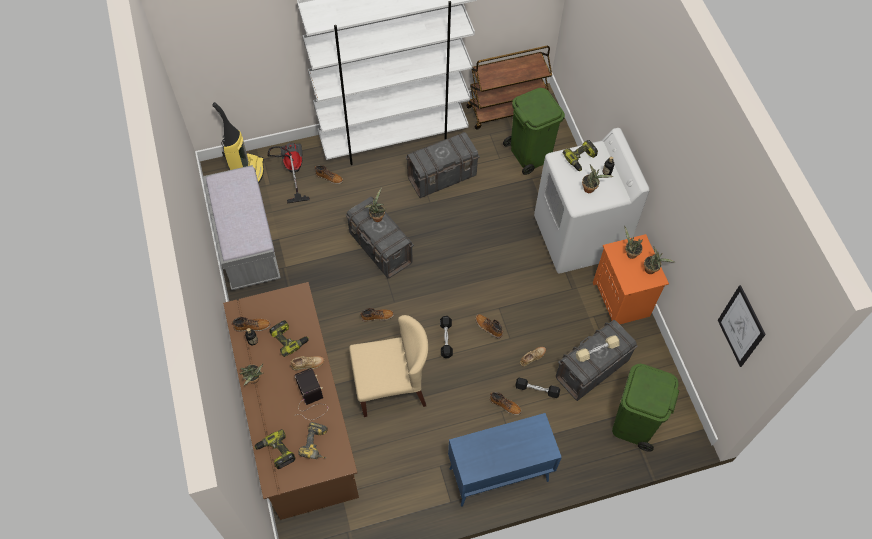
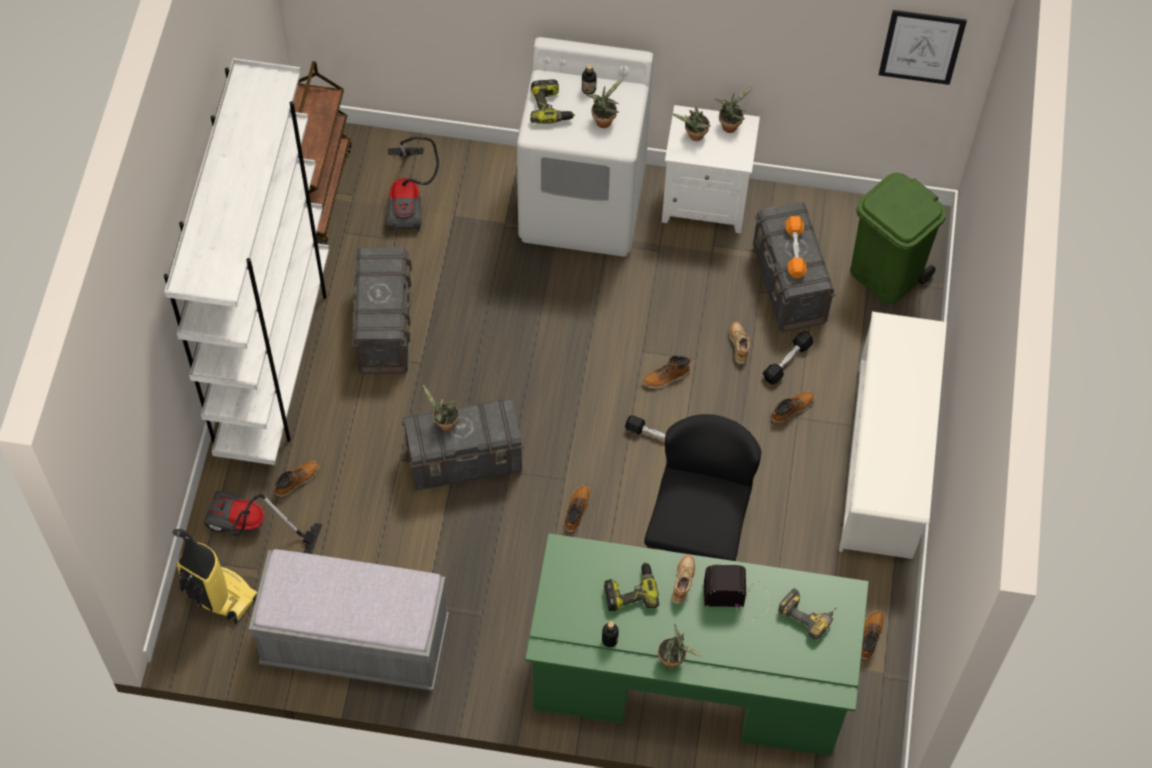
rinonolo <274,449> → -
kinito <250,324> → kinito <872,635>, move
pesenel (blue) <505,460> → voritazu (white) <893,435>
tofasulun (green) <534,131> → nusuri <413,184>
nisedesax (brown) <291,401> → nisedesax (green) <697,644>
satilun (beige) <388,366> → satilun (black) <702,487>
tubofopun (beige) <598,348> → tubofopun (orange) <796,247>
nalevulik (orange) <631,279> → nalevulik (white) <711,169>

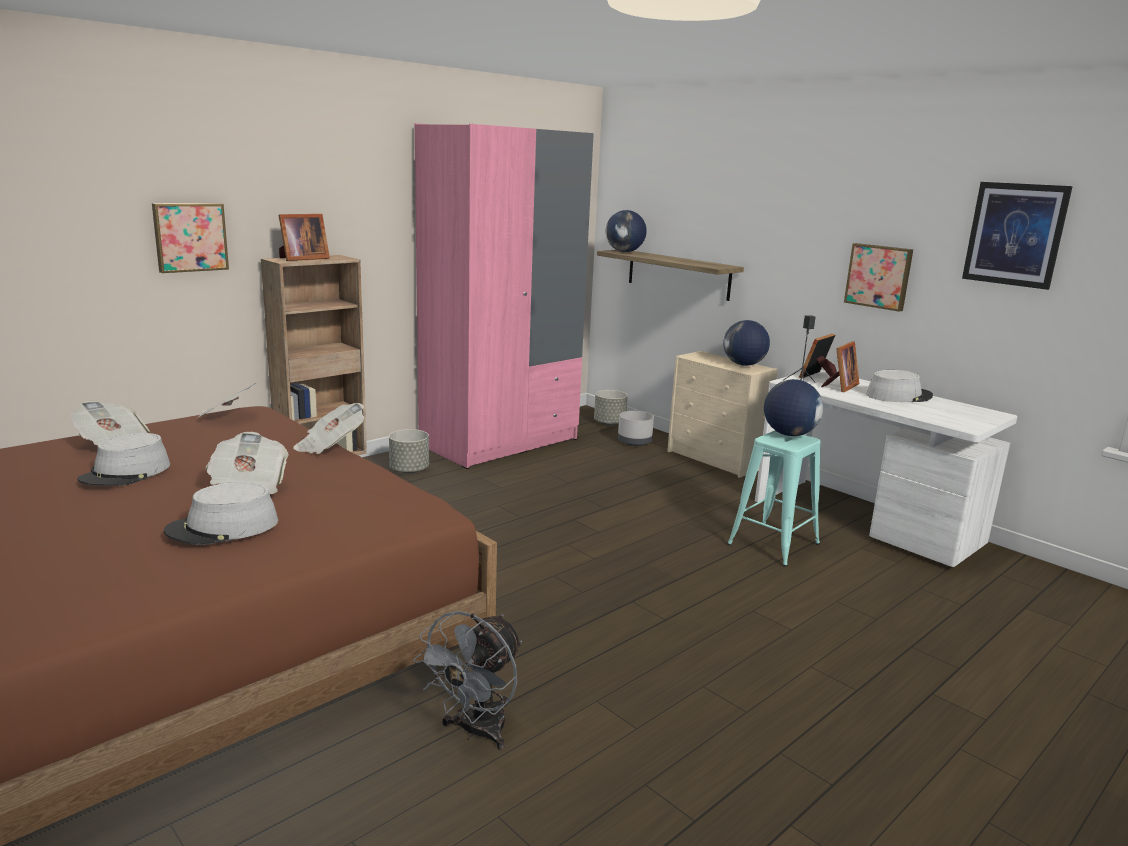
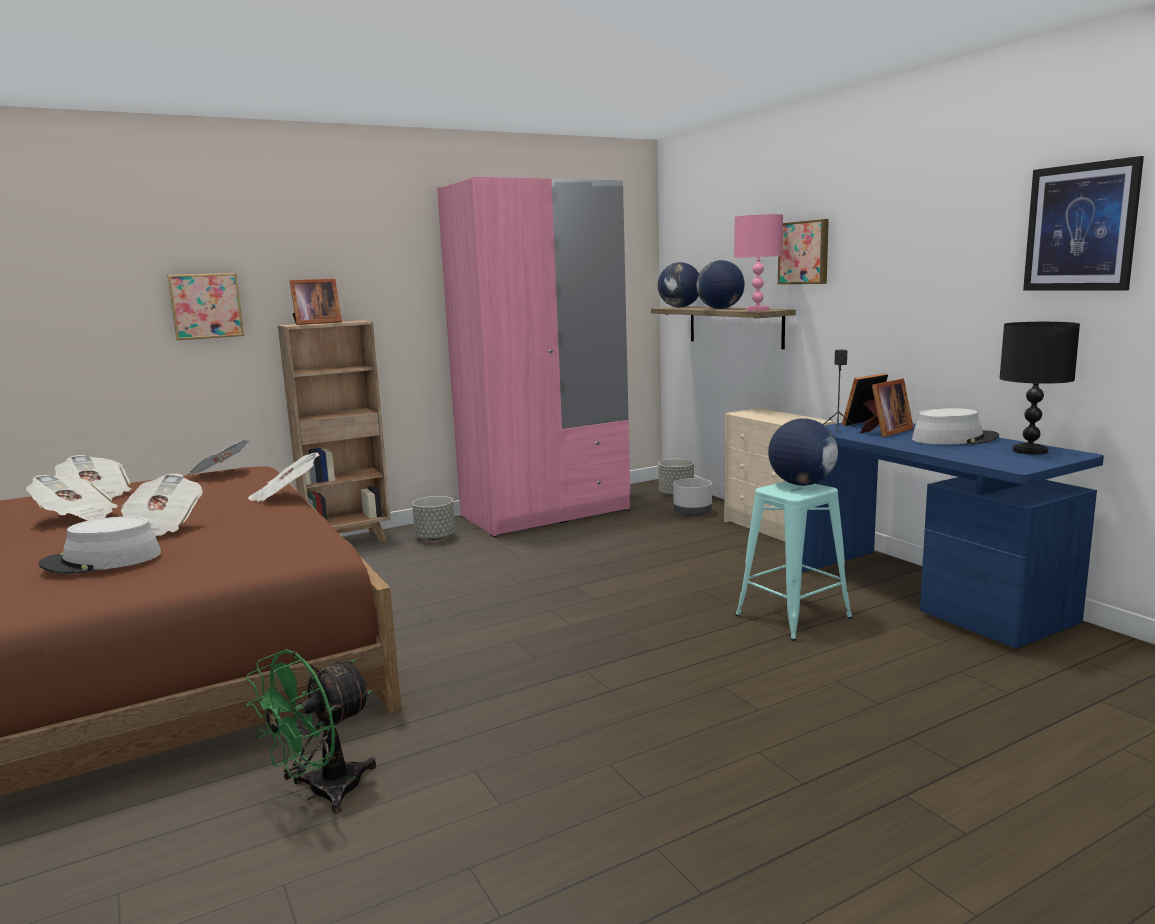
- → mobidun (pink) <758,262>
- → mobidun (black) <1039,388>
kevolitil <746,343> → kevolitil <720,284>, move
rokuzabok <878,277> → rokuzabok <803,251>, move
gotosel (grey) <123,459> → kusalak <72,498>
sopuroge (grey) <467,680> → sopuroge (green) <311,731>
nisedesax (white) <886,468> → nisedesax (blue) <953,534>

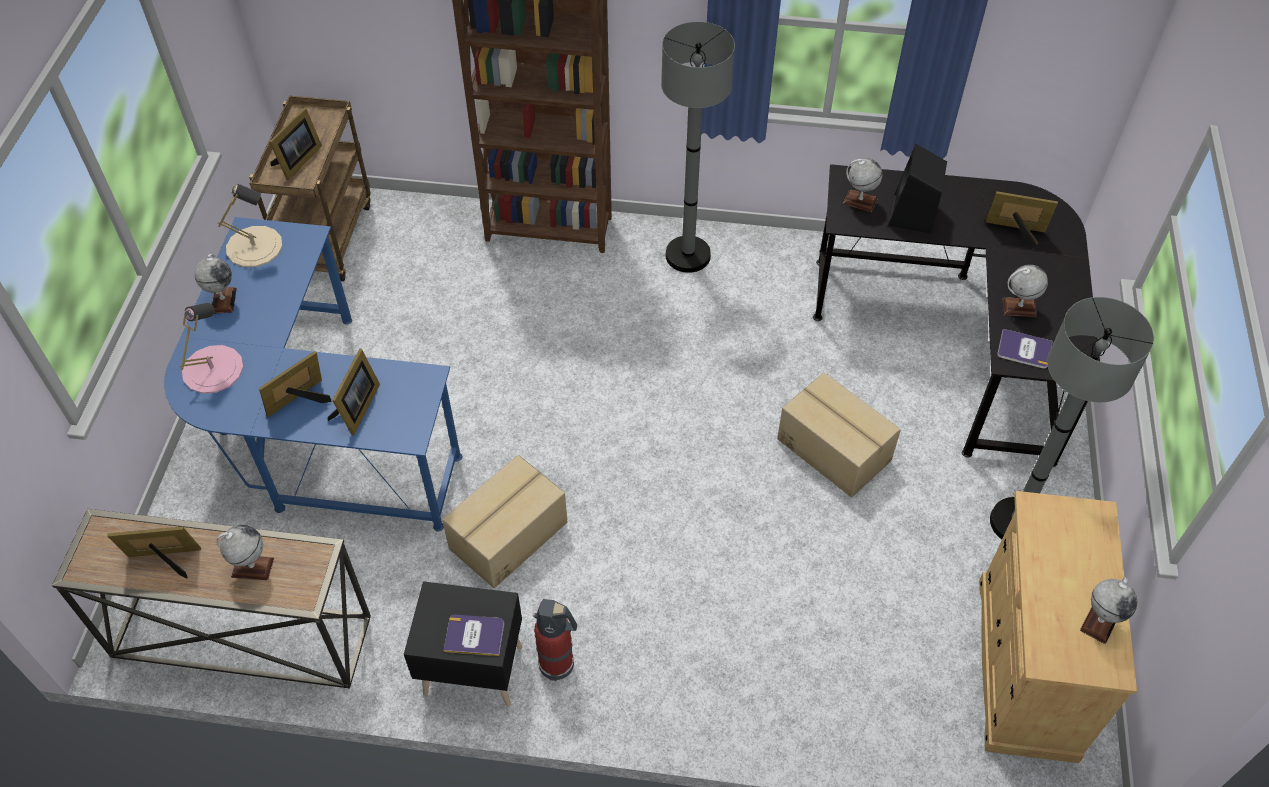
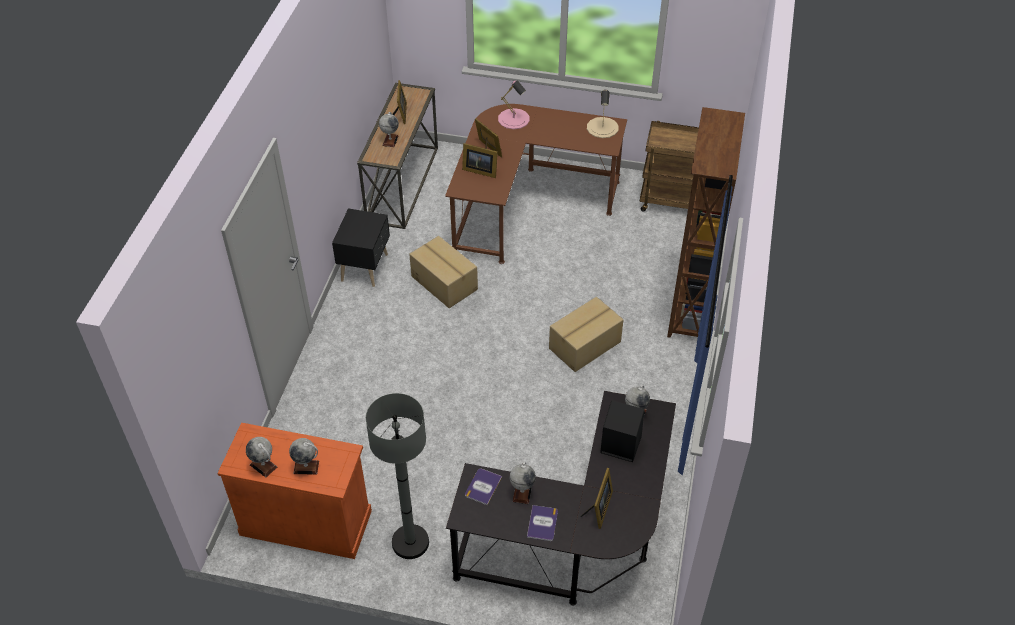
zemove <295,143> → -
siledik <555,640> → -
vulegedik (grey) <698,147> → -
kevolitil <216,283> → kevolitil <304,456>, move
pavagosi <474,635> → pavagosi <542,523>, move
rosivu <839,435> → rosivu <586,334>, move
nisedesax (blue) <313,374> → nisedesax (brown) <536,184>
pesenel (beige) <1058,627> → pesenel (orange) <294,491>

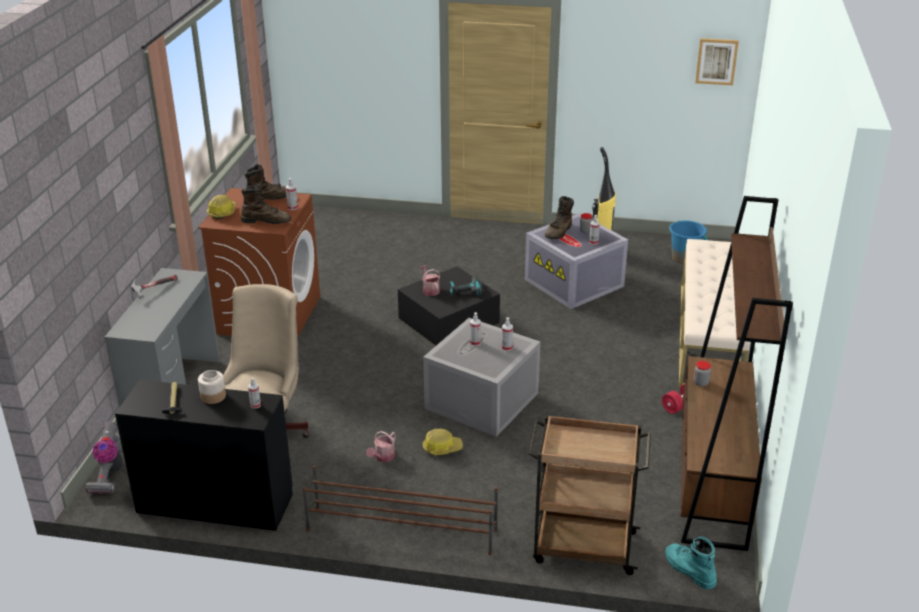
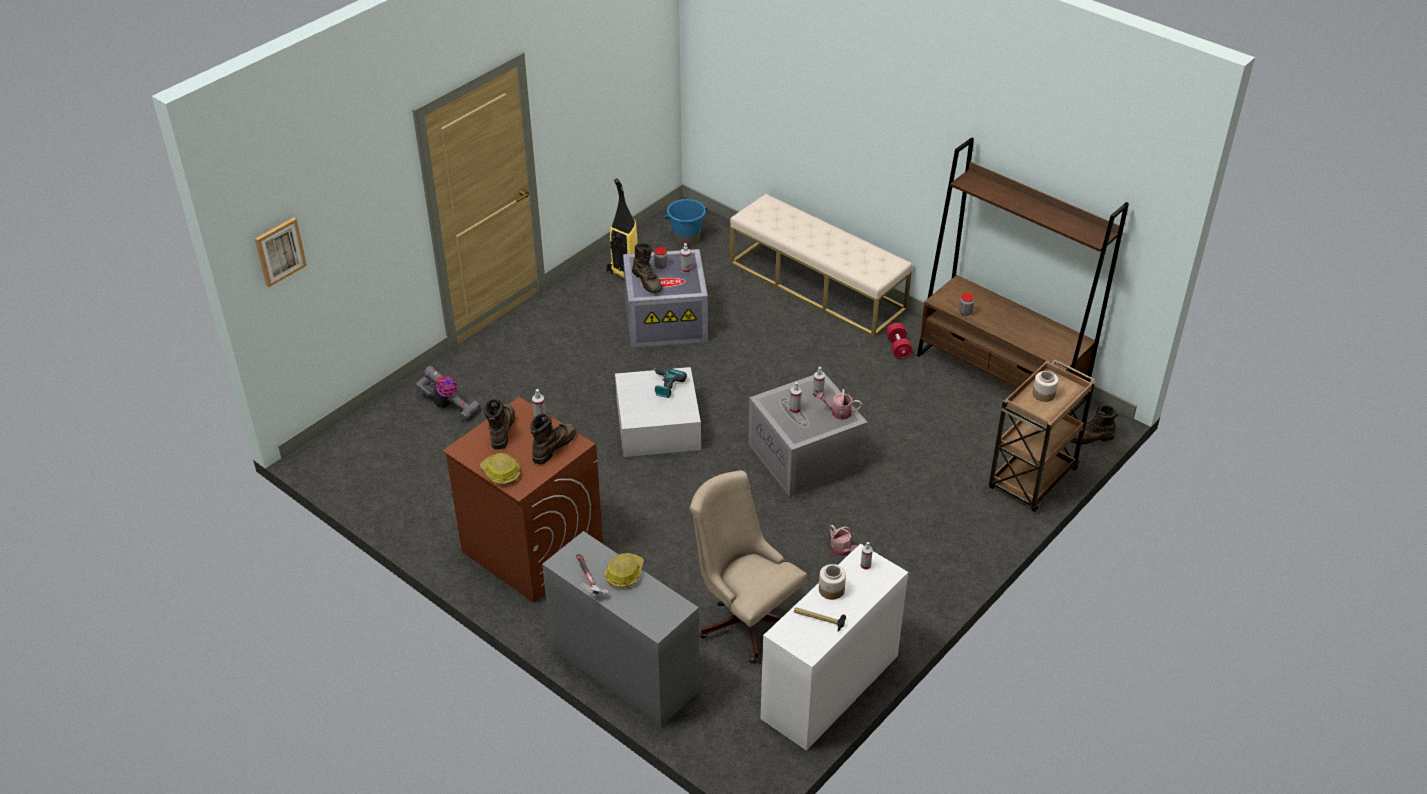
voritazu (brown) <400,510> → -
- → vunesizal <1045,386>
nusuri <104,458> → nusuri <447,393>, move
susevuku <430,280> → susevuku <839,404>, move
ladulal <443,442> → ladulal <624,570>, move
rokuzabok <717,61> → rokuzabok <281,252>, move
nisedesax (black) <204,455> → nisedesax (white) <834,647>
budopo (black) <449,306> → budopo (white) <658,412>
kinito (turquoise) <691,562> → kinito (brown) <1094,424>

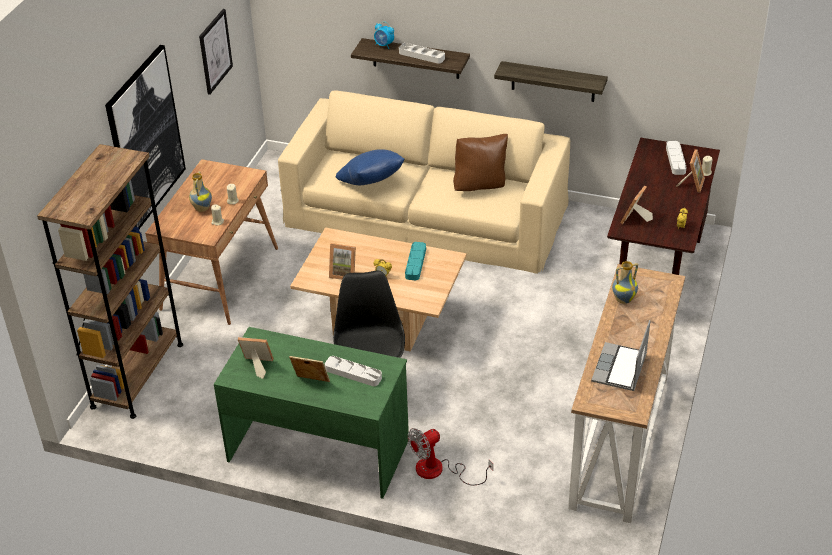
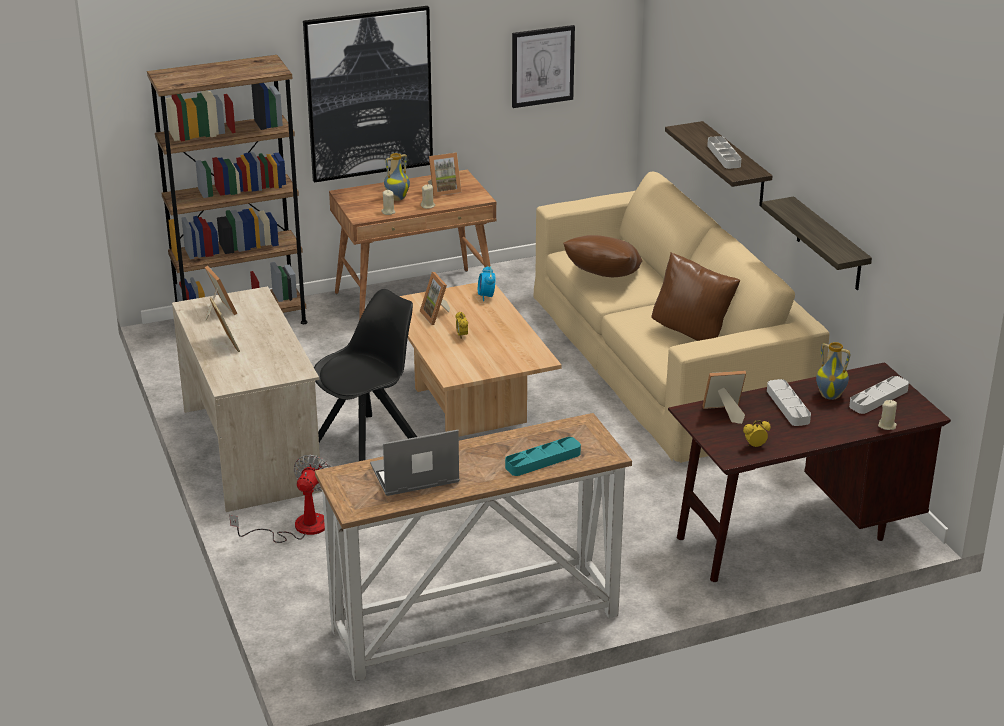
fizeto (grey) <353,371> → fizeto (grey) <789,402>, move
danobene <384,35> → danobene <486,283>, move
fizeto (turquoise) <415,261> → fizeto (turquoise) <543,456>, move
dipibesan <625,282> → dipibesan <833,371>, move
zemove <690,171> → zemove <444,175>, move
nisedesax (green) <311,413> → nisedesax (beige) <247,399>
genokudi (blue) <370,167> → genokudi (brown) <602,256>
sopuroge <450,456> → sopuroge <280,499>, 90 degrees clockwise

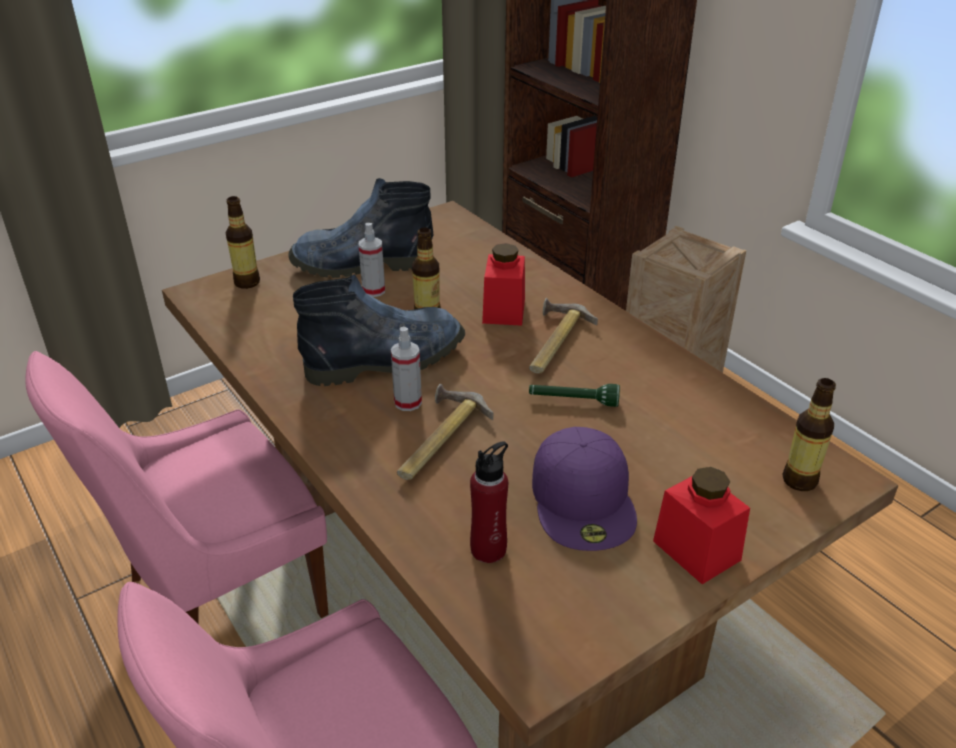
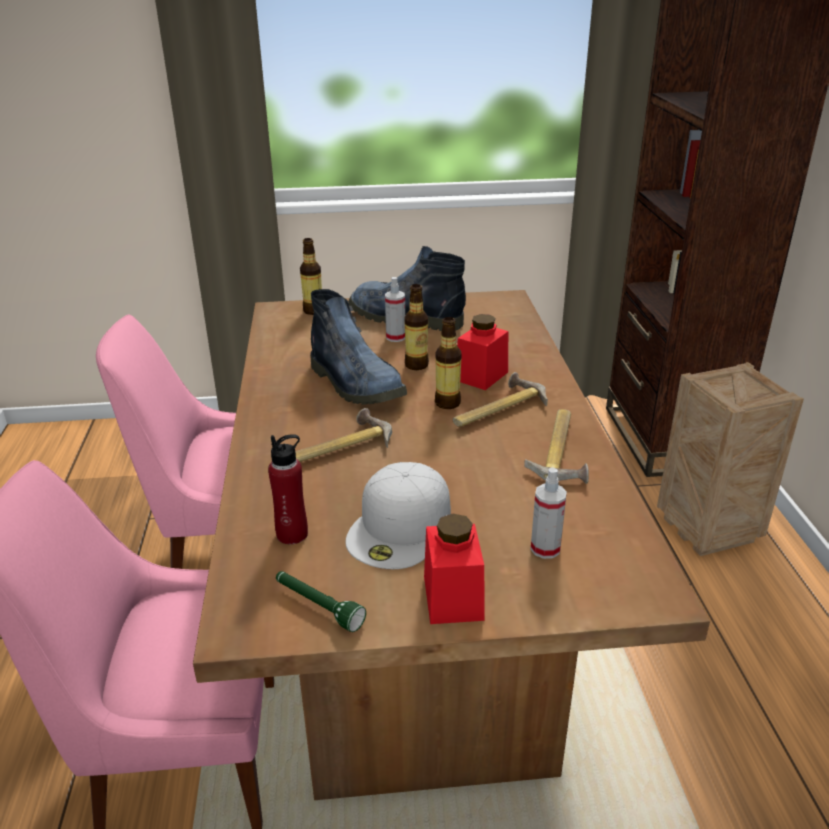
- → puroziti <556,446>
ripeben <406,369> → ripeben <548,513>, move
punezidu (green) <574,395> → punezidu (green) <321,601>, move
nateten <809,434> → nateten <448,363>, move
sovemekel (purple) <584,489> → sovemekel (white) <398,515>
kinito <379,330> → kinito <358,346>, 45 degrees clockwise

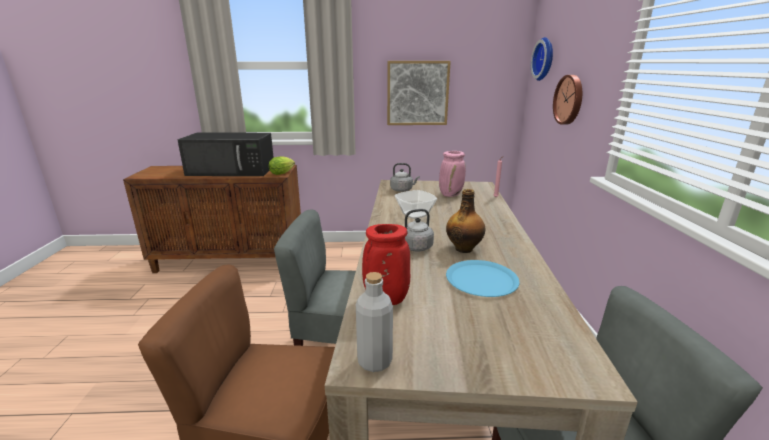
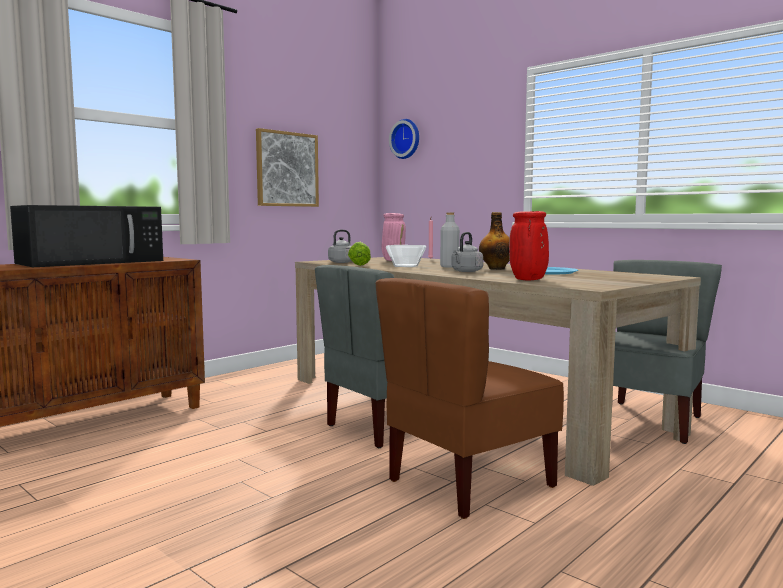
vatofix <567,100> → -
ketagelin <282,165> → ketagelin <359,254>, move
nateten (grey) <374,322> → nateten (grey) <450,240>, move

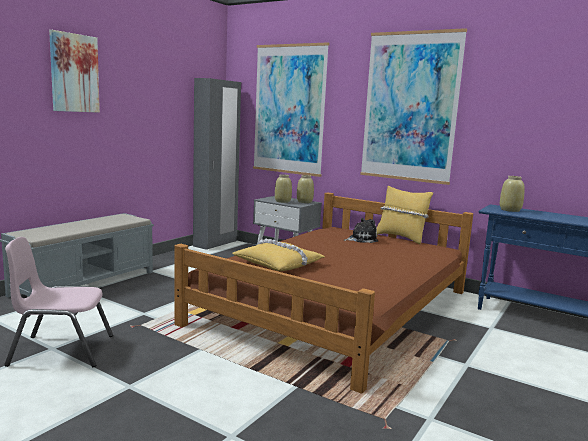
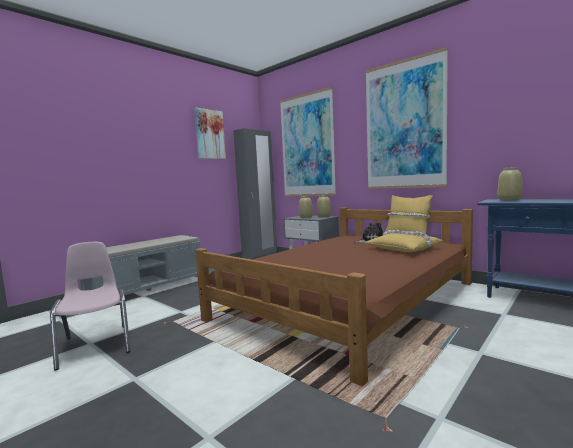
rokuzabok <74,71> → rokuzabok <210,133>, move
genokudi (yellow) <278,254> → genokudi (yellow) <404,241>, move
satilun (pink) <58,302> → satilun (pink) <90,306>, 60 degrees clockwise

